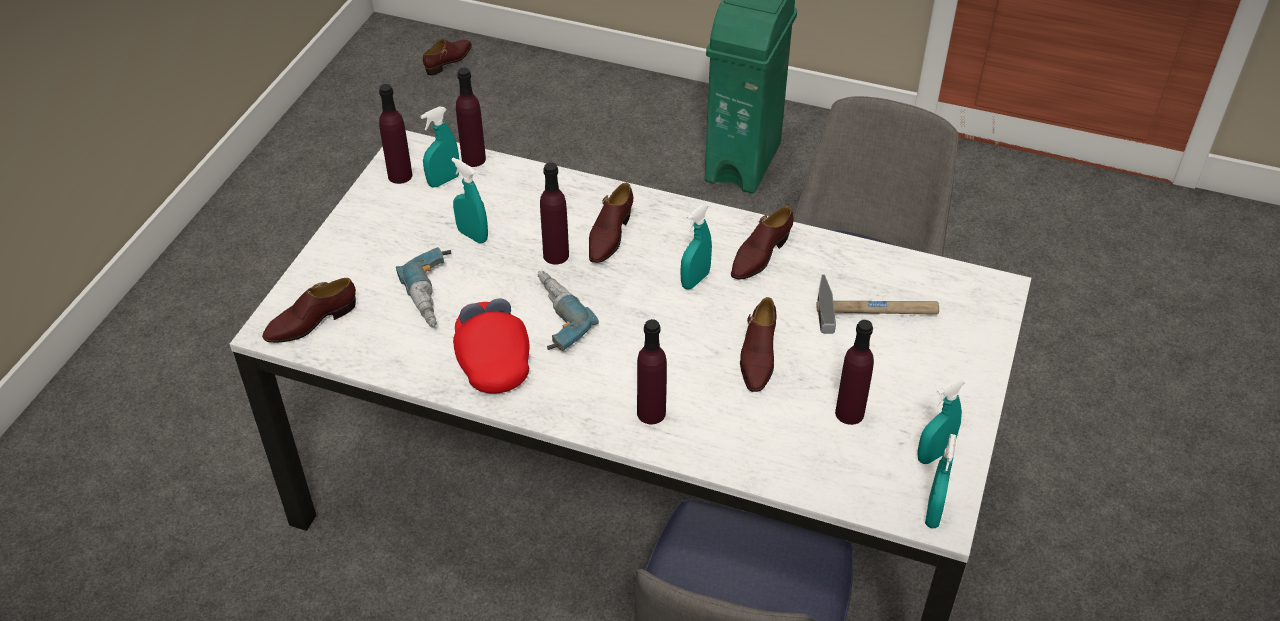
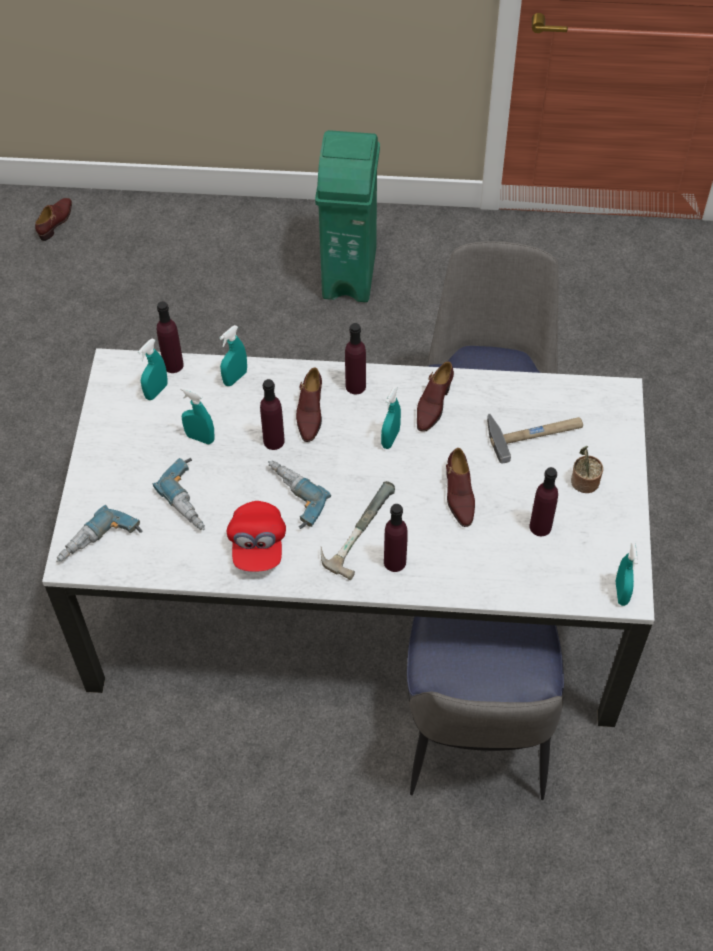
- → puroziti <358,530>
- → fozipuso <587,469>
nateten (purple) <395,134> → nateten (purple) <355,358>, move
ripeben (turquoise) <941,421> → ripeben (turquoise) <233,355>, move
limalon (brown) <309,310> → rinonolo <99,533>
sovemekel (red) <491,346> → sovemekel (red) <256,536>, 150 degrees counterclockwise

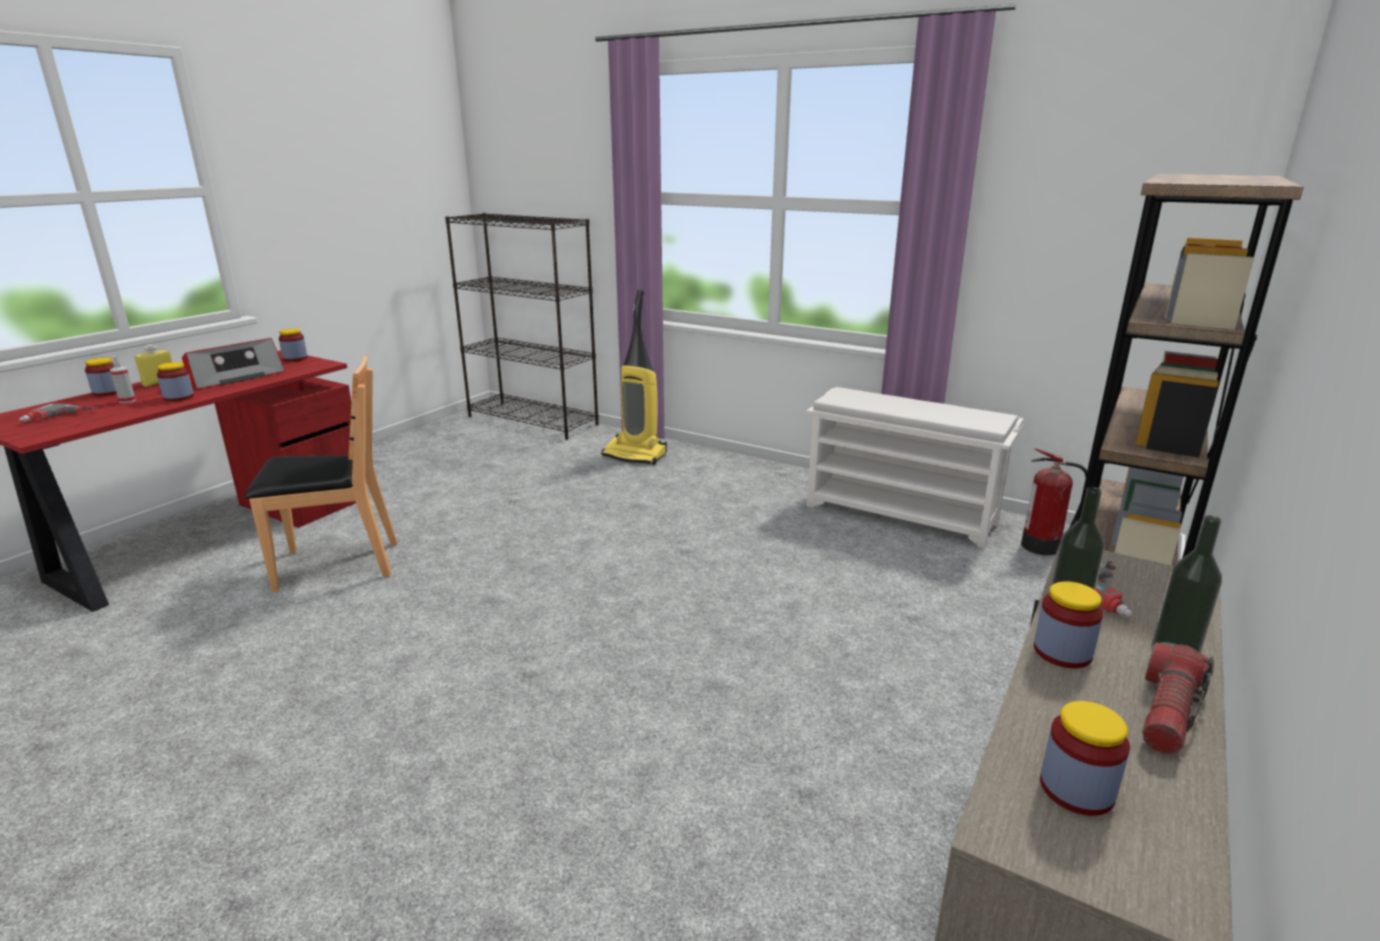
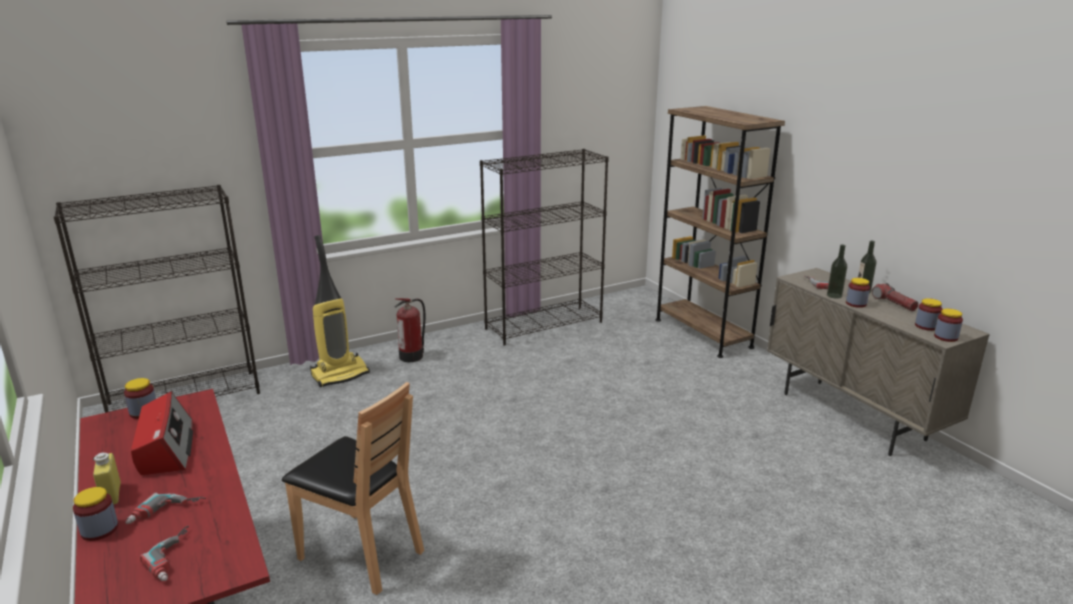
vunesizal <175,382> → vunesizal <948,325>, move
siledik <1054,501> → siledik <410,330>, move
ripeben <123,379> → rinonolo <165,508>
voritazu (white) <915,467> → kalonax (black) <544,247>
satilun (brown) <321,474> → satilun (brown) <353,488>, 105 degrees clockwise

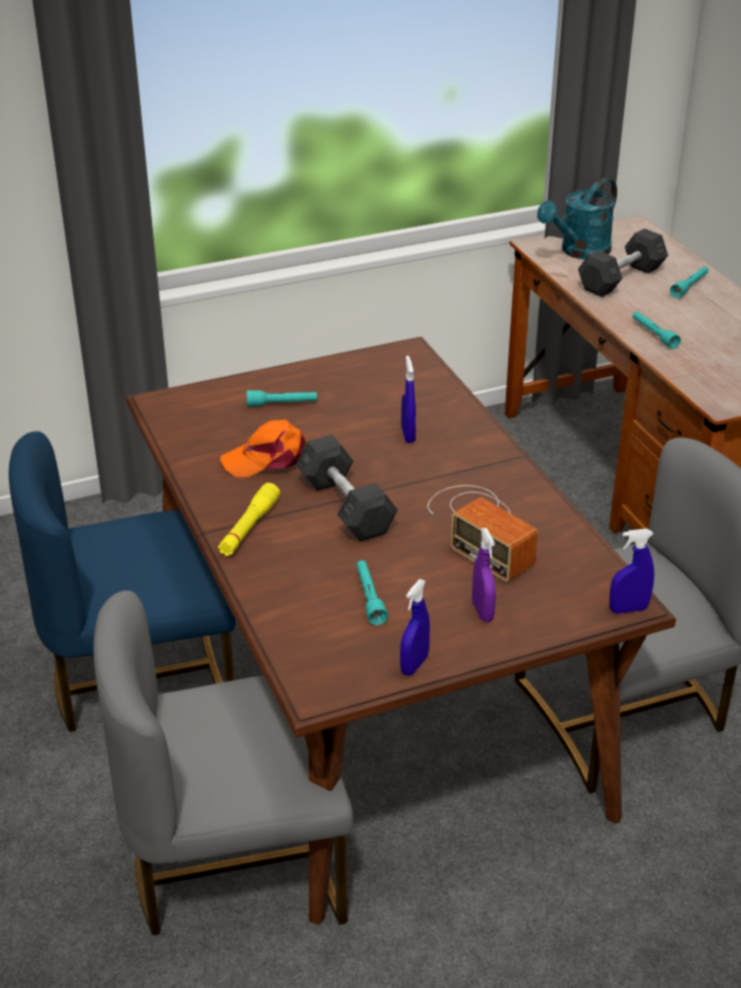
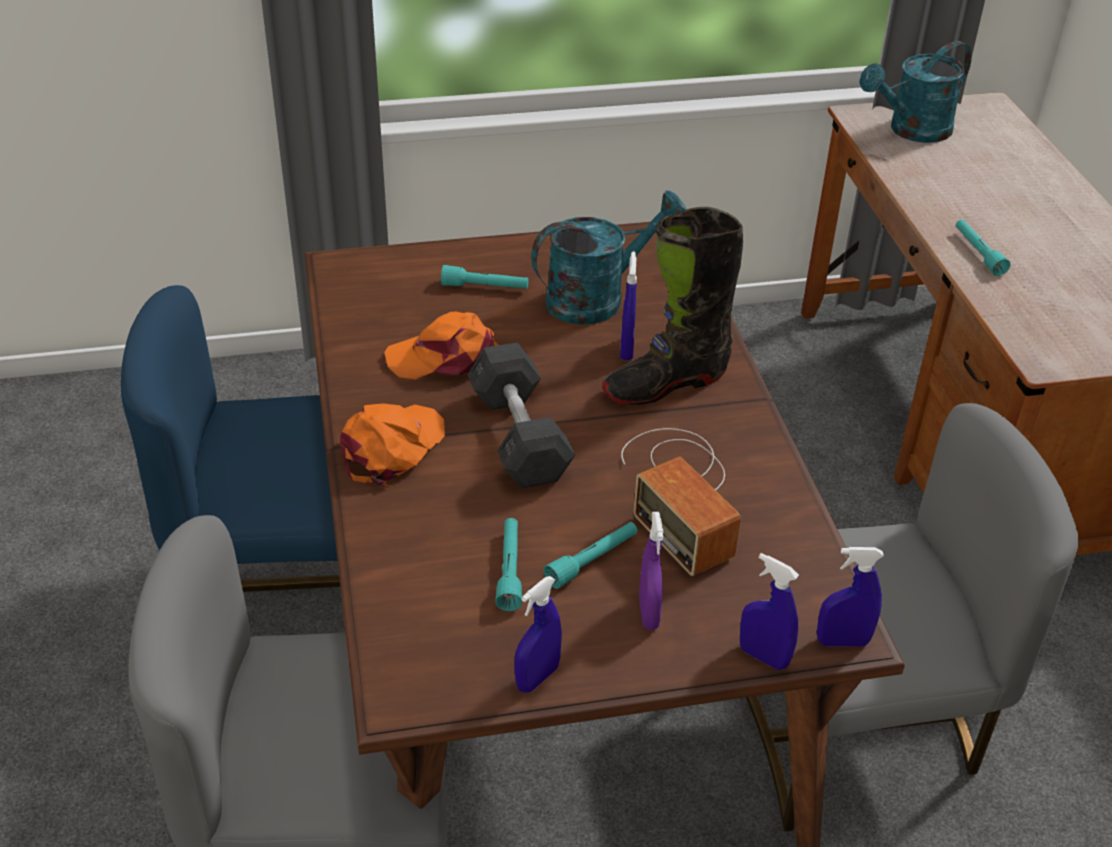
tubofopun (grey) <623,263> → -
- → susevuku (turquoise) <608,257>
- → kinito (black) <672,306>
- → ripeben (blue) <769,611>
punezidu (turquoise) <689,282> → punezidu (turquoise) <591,555>, move
punezidu (yellow) <249,519> → sovemekel (orange) <392,445>

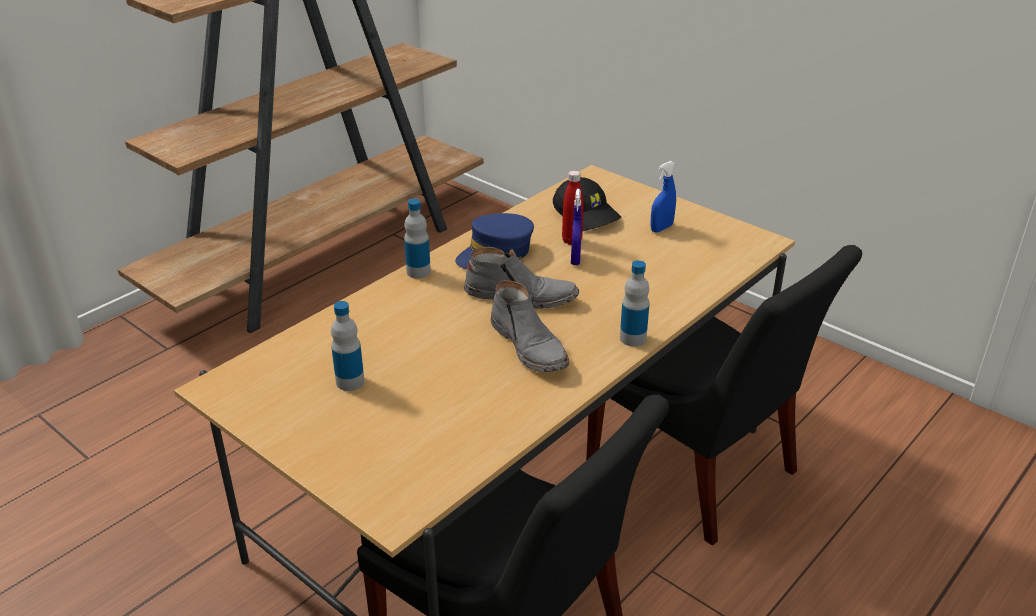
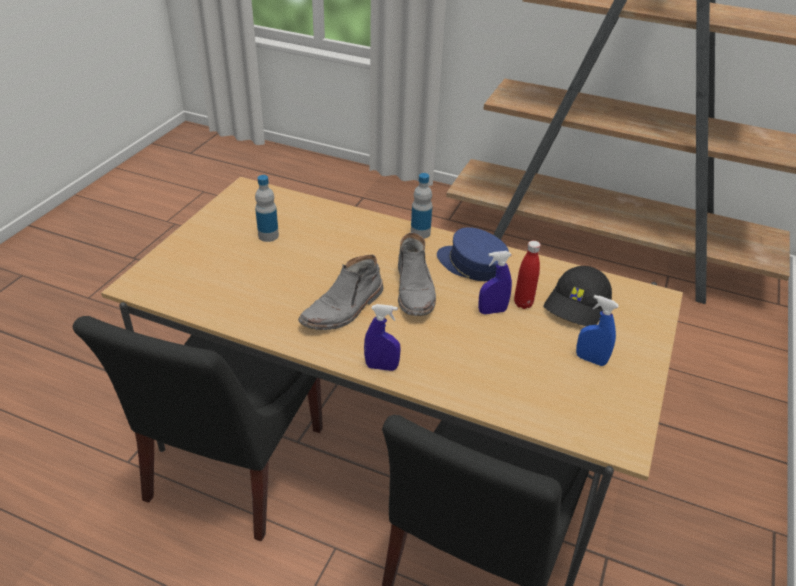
nateten <635,303> → ripeben (blue) <382,337>

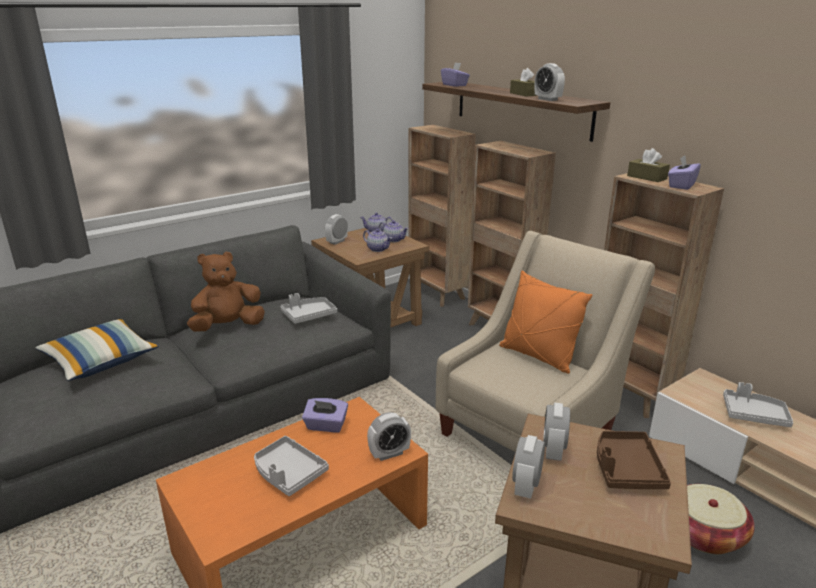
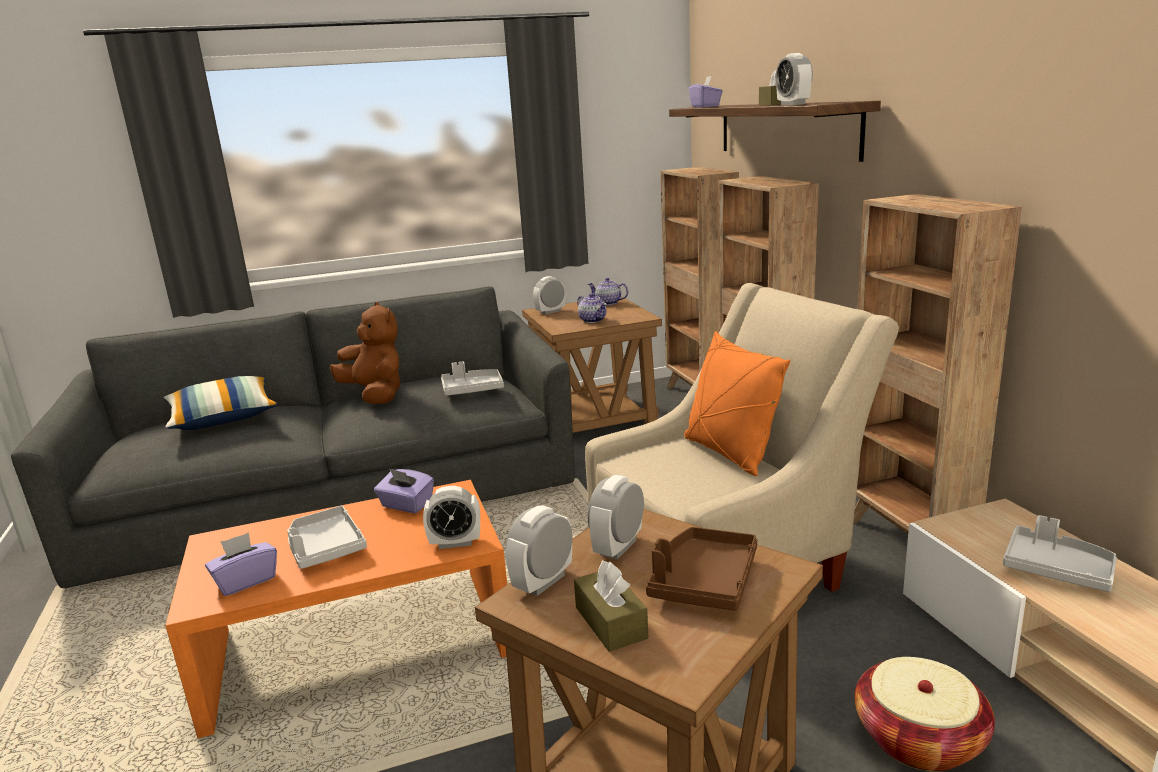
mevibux <394,231> → -
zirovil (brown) <648,165> → zirovil (brown) <611,606>, move
zirovil (purple) <684,173> → zirovil (purple) <241,564>, move
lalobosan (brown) <226,291> → lalobosan (brown) <365,353>, 60 degrees clockwise

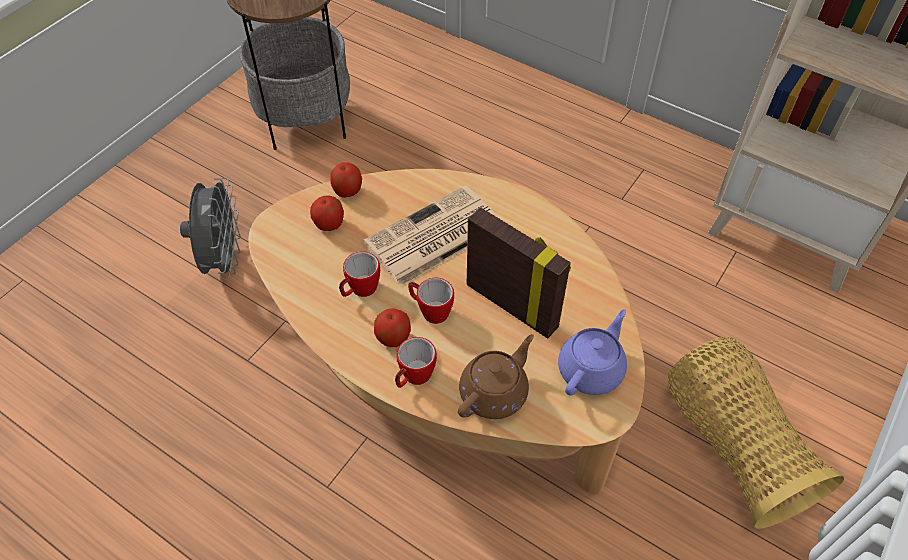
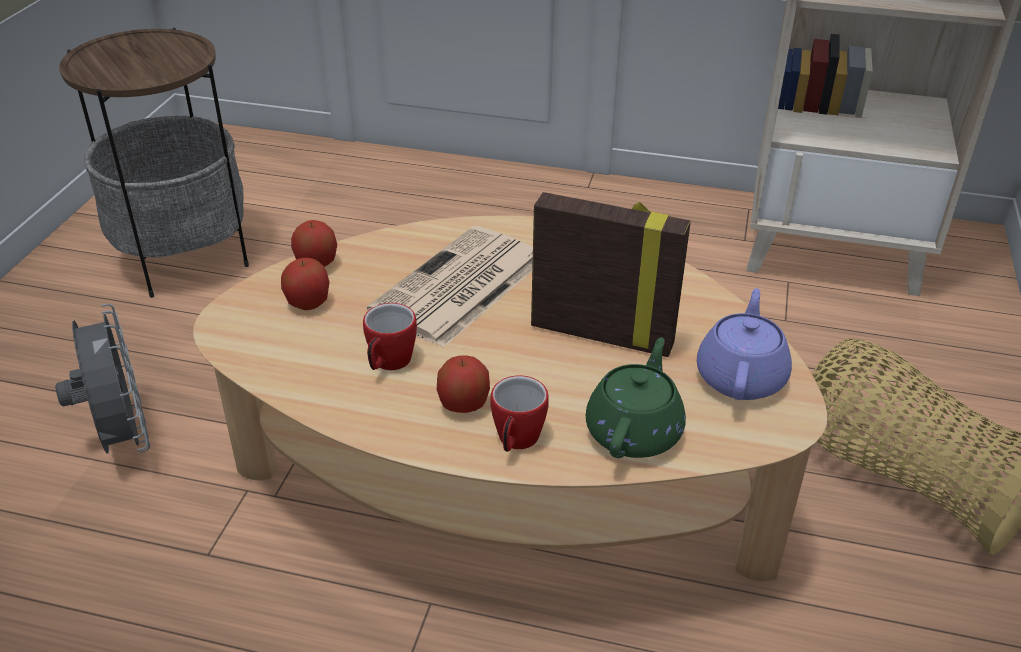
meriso <431,301> → -
mevibux (brown) <496,376> → mevibux (green) <636,398>

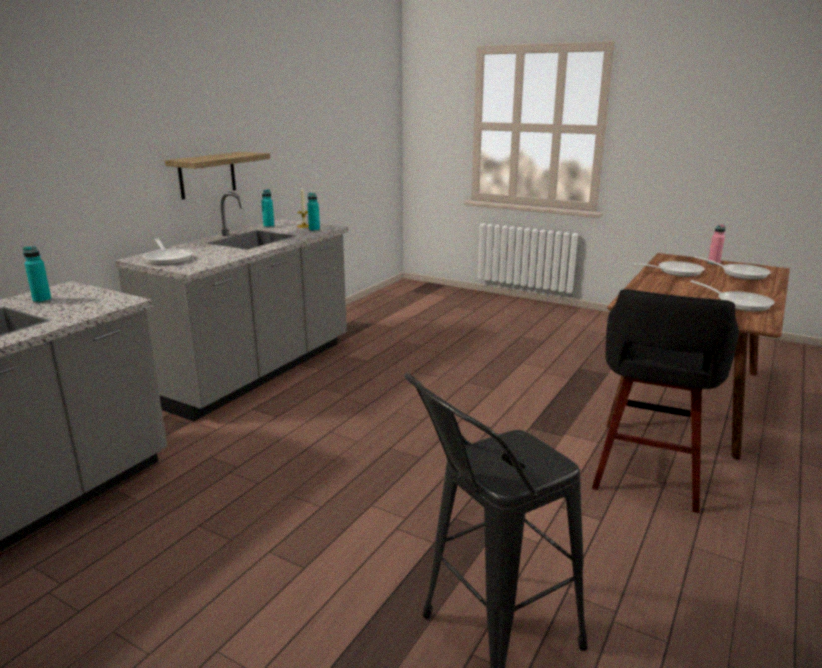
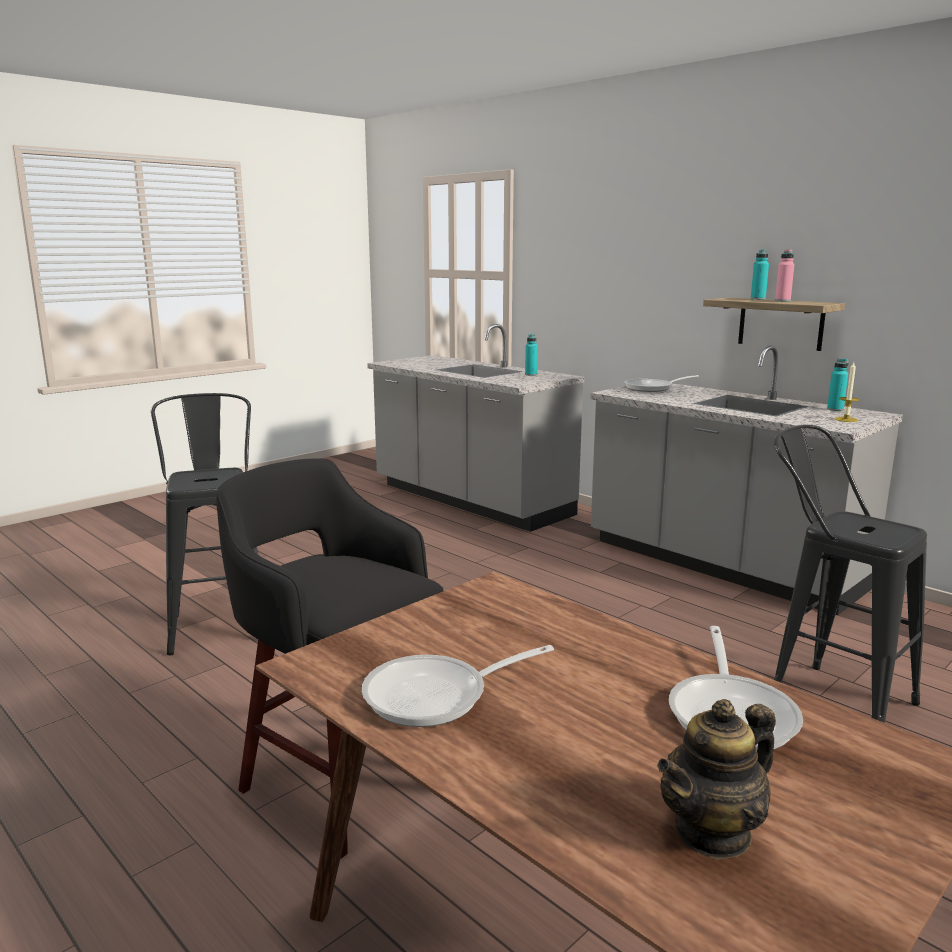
- → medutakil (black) <850,574>
nateten (turquoise) <313,212> → nateten (turquoise) <760,274>, move
nateten (pink) <717,245> → nateten (pink) <784,275>, move
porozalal <732,268> → mevibux <716,779>

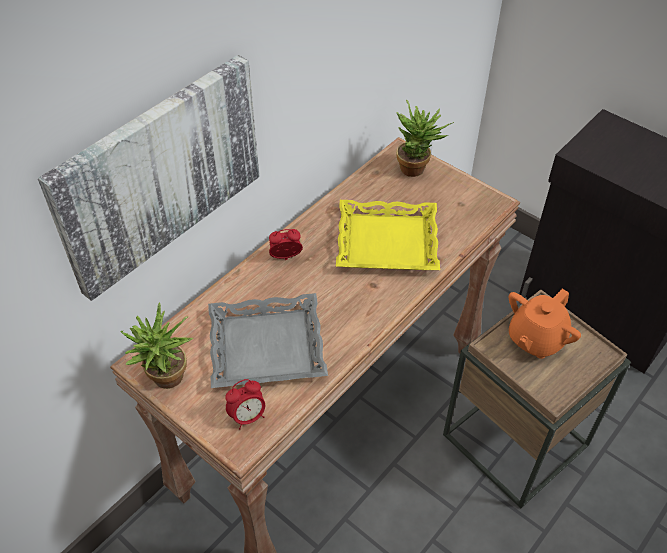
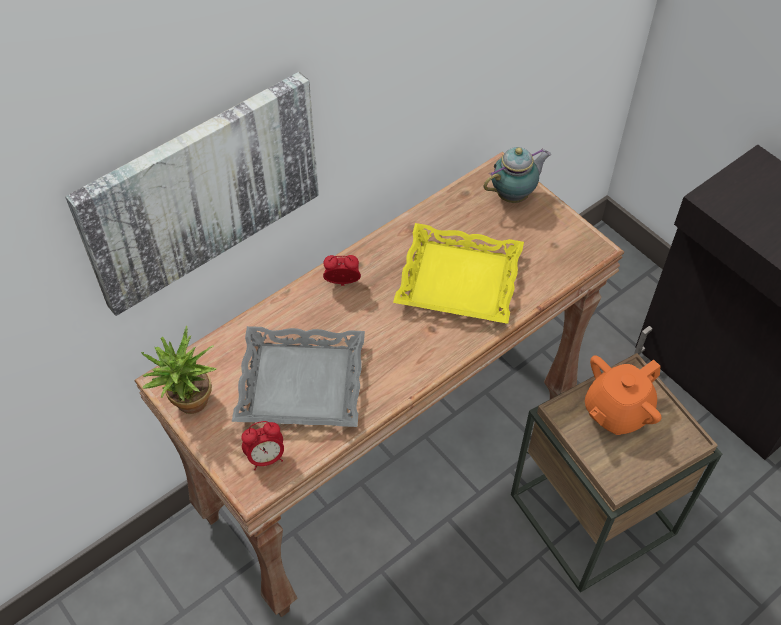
fozipuso <425,138> → mevibux <517,175>

